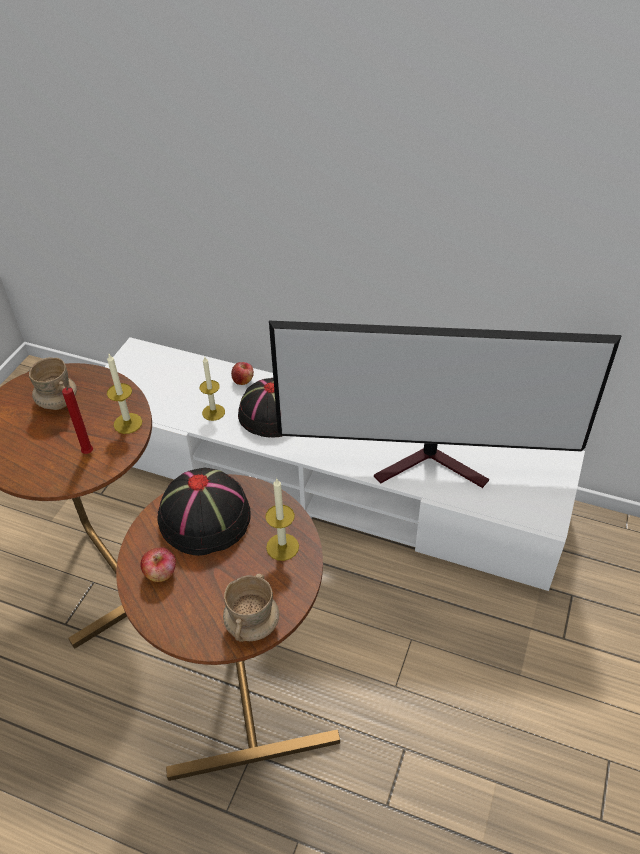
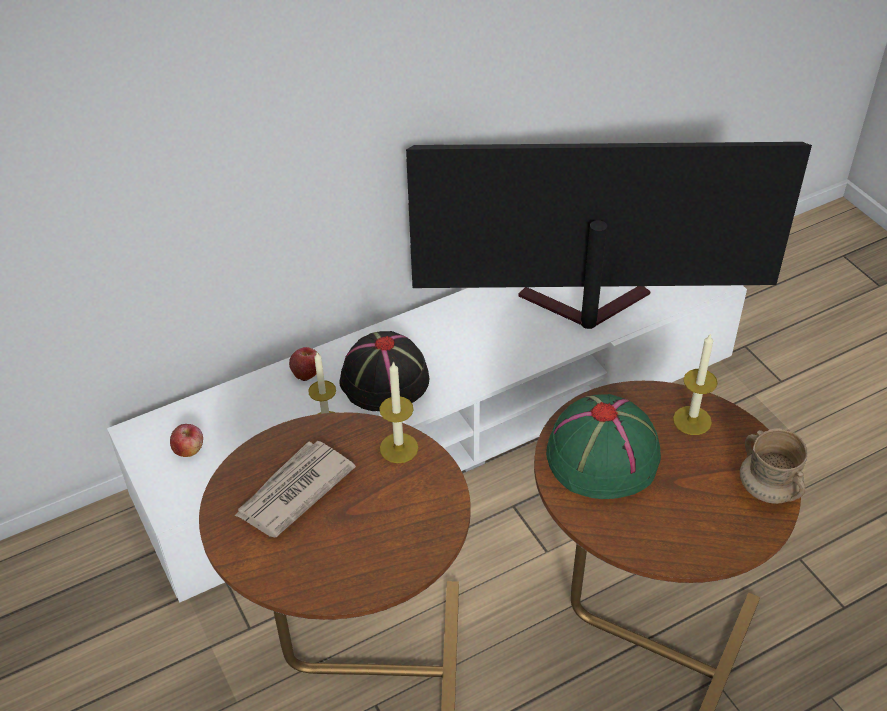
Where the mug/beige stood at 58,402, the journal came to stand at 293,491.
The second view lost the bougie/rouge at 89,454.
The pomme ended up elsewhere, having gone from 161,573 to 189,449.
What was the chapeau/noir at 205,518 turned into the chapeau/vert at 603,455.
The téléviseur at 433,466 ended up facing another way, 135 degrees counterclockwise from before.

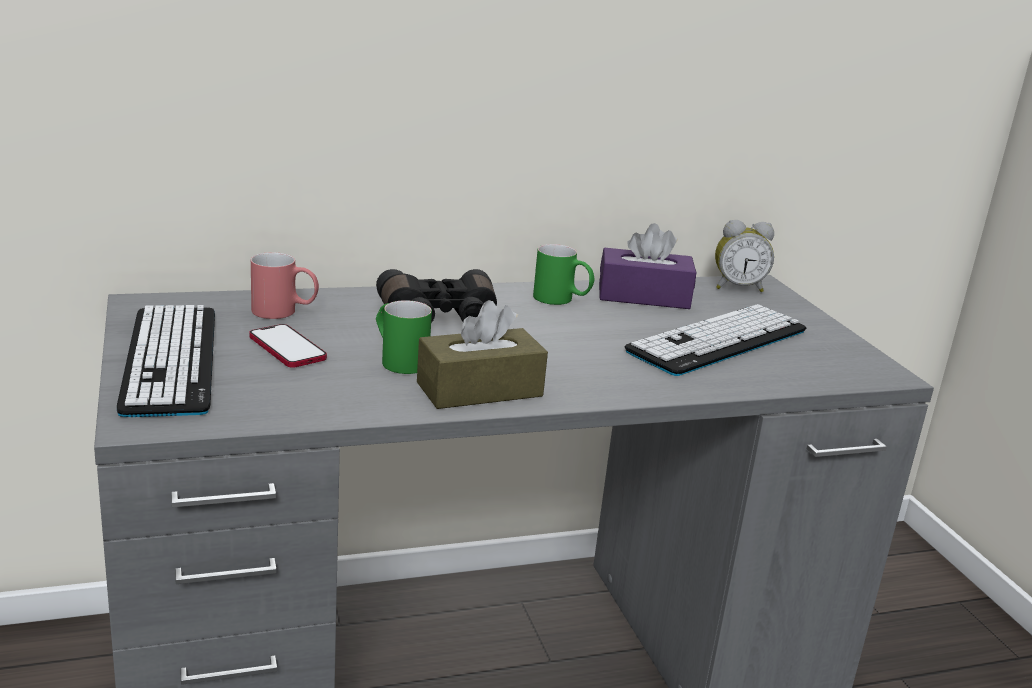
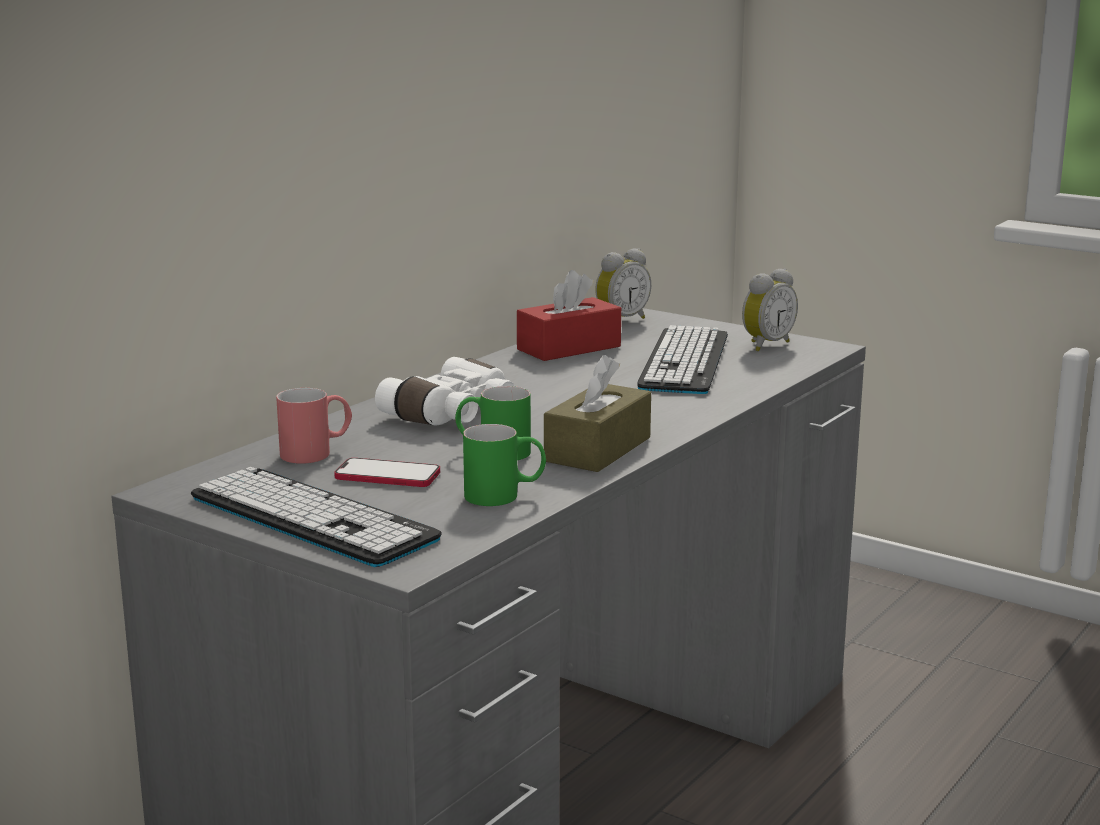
What was the jumelles/noir at 439,318 turned into the jumelles/blanc at 454,414.
The mug/vert ended up elsewhere, having gone from 562,300 to 505,495.
What was the boîte à mouchoirs/violet at 643,296 turned into the boîte à mouchoirs/rouge at 569,348.
The second view gained the réveil at 765,345.

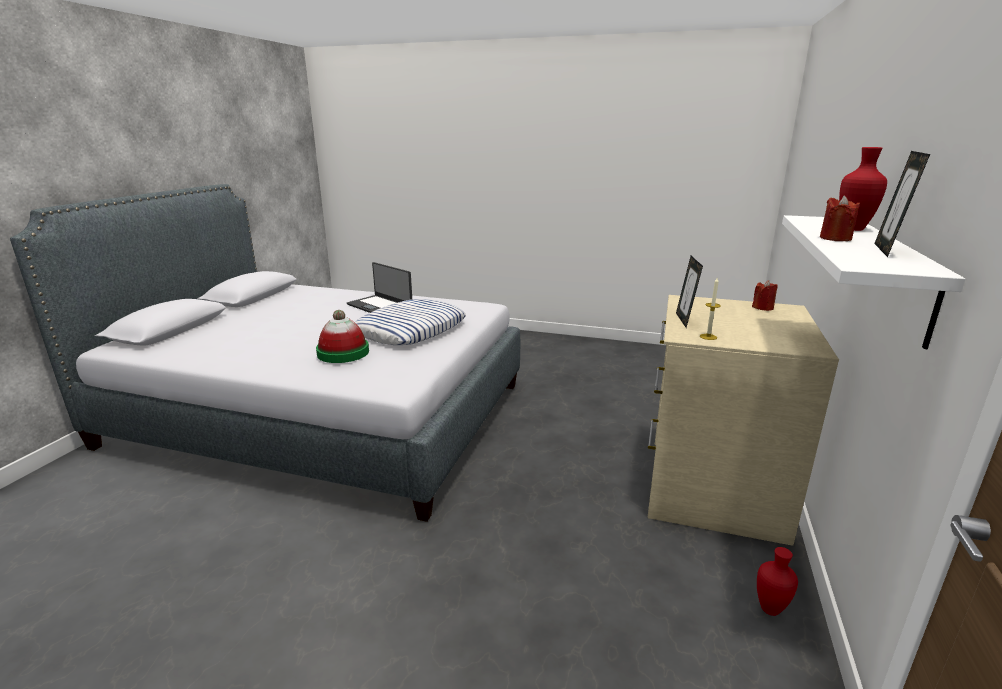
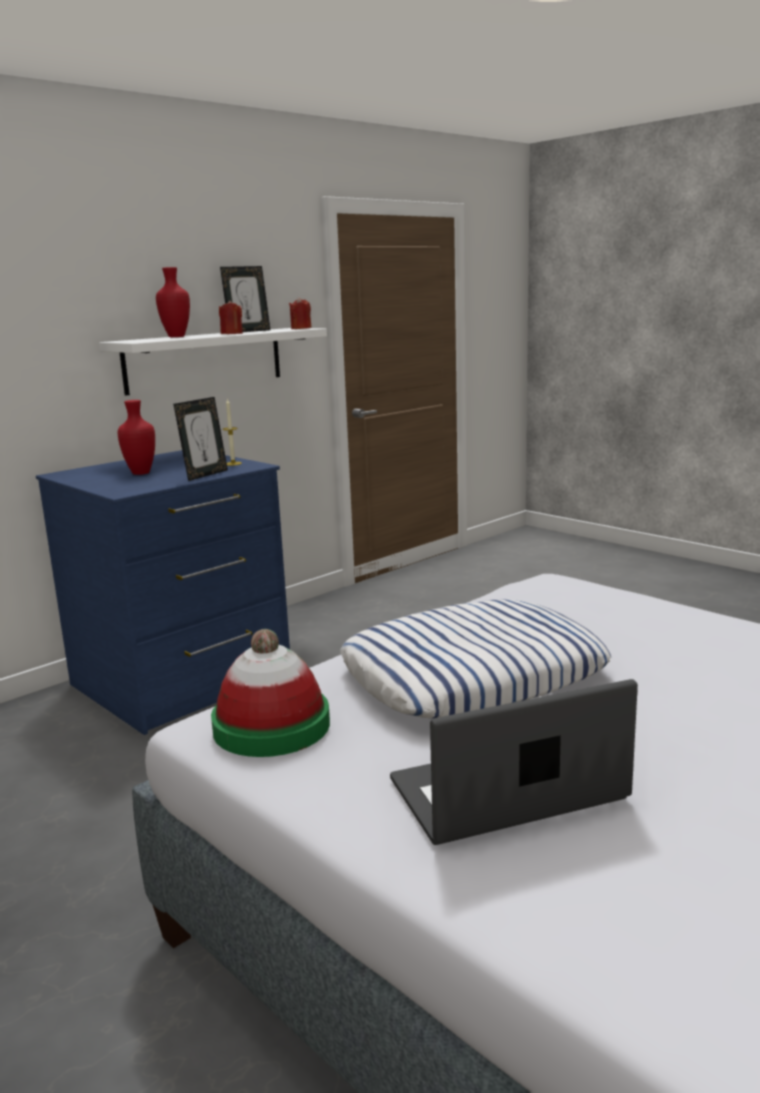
The chapeau ended up elsewhere, having gone from 343,352 to 271,726.
The ordinateur portable at 380,306 ended up facing another way, 90 degrees counterclockwise from before.
What was the commode/beige at 711,487 turned into the commode/bleu at 182,681.
The bougie/rouge ended up elsewhere, having gone from 763,308 to 301,328.
The vase/rouge ended up elsewhere, having gone from 769,610 to 142,473.

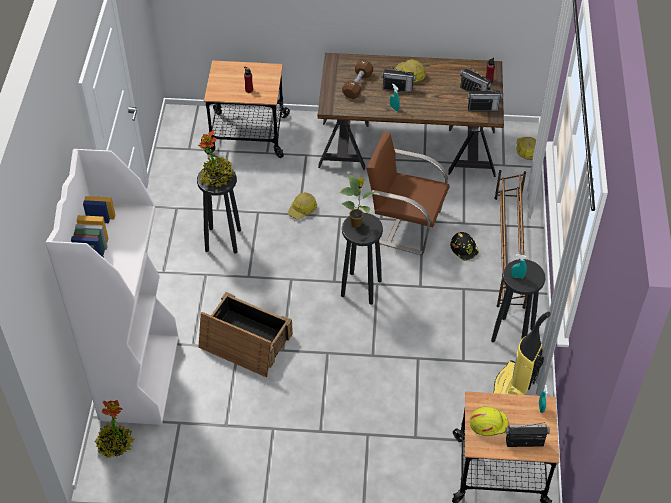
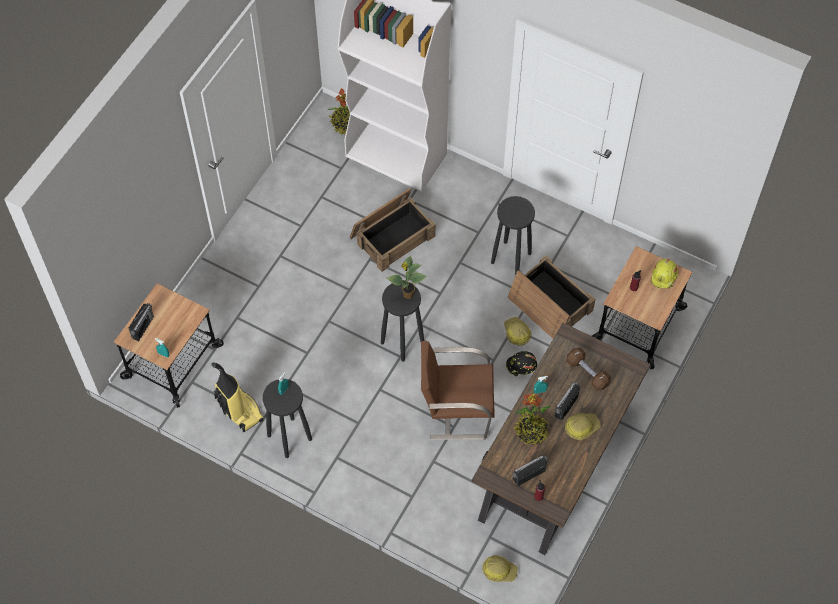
The plante en pot ended up elsewhere, having gone from 217,177 to 531,431.
The chaise/marron at 405,225 ended up facing another way, 135 degrees counterclockwise from before.
The casque de chantier/noir ended up elsewhere, having gone from 464,249 to 521,366.
The second view lost the radio at 482,108.
The casque de chantier/jaune ended up elsewhere, having gone from 488,423 to 664,276.
The second view lost the étagère à chaussures/marron at 509,251.
The second view gained the caisse at 549,304.

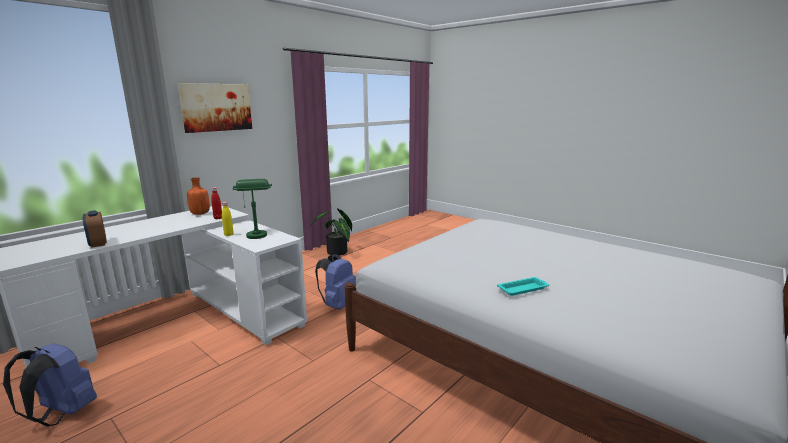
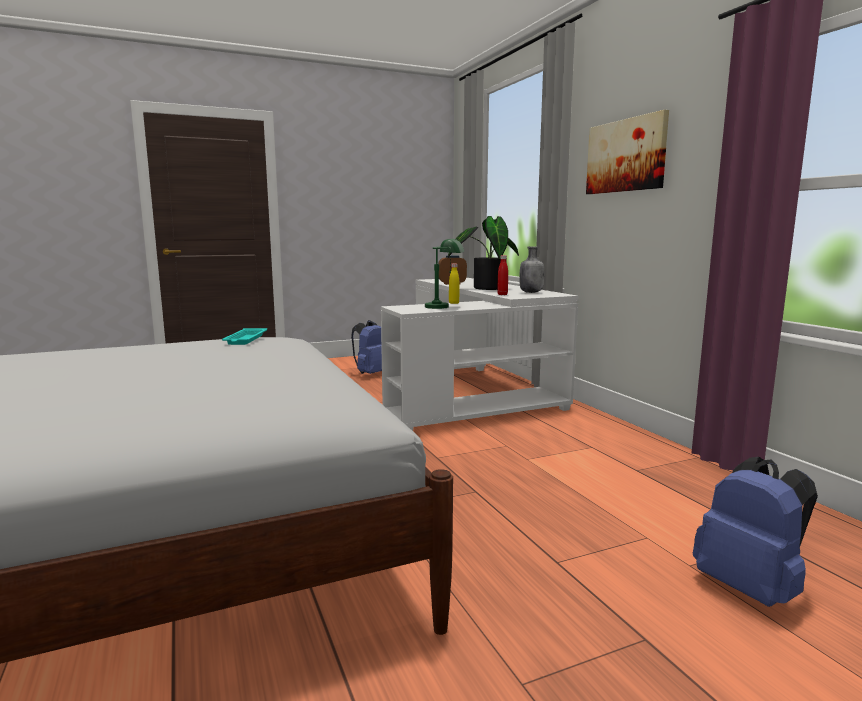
What was the bouteille/orange at 200,214 turned into the bouteille/gris at 531,292.
The plante en pot ended up elsewhere, having gone from 336,253 to 485,288.
The sac à dos/bleu ended up elsewhere, having gone from 338,305 to 750,588.
The plateau/turquoise ended up elsewhere, having gone from 523,289 to 245,340.

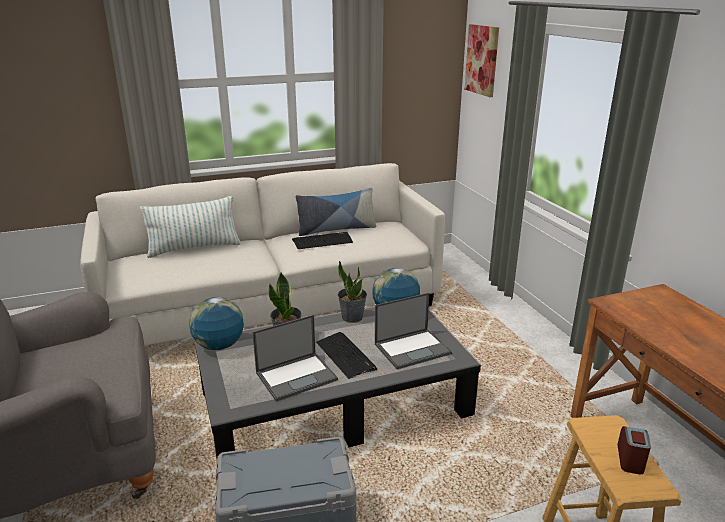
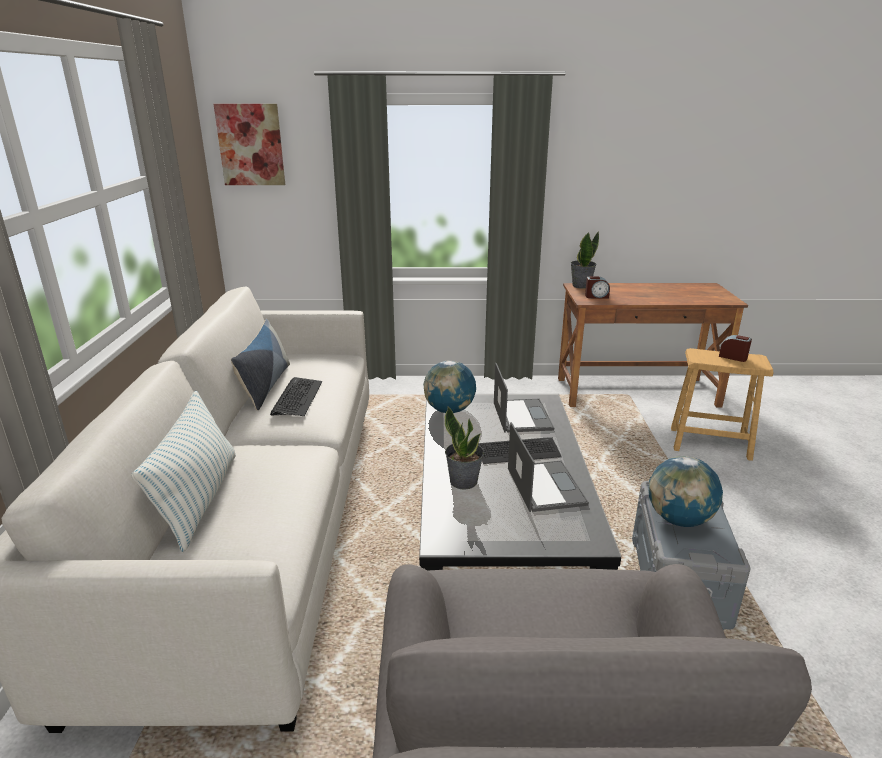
The globe ended up elsewhere, having gone from 219,346 to 679,519.
The plante en pot ended up elsewhere, having gone from 352,317 to 581,285.
The second view gained the réveil at 596,296.

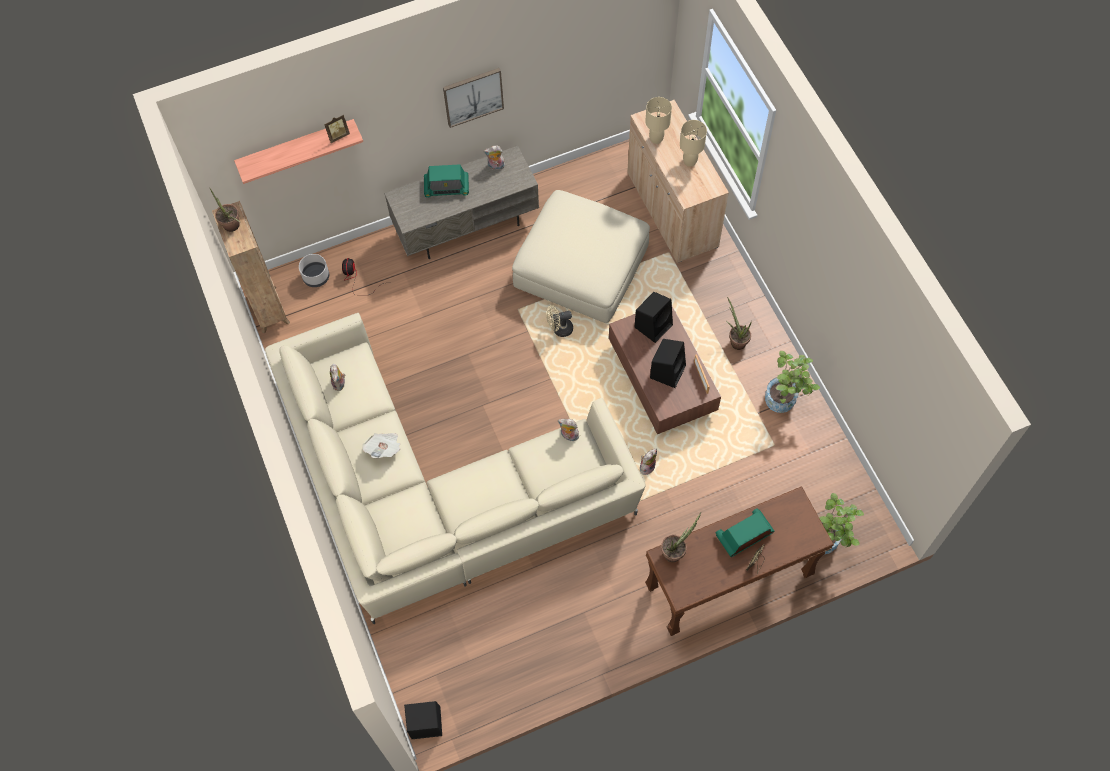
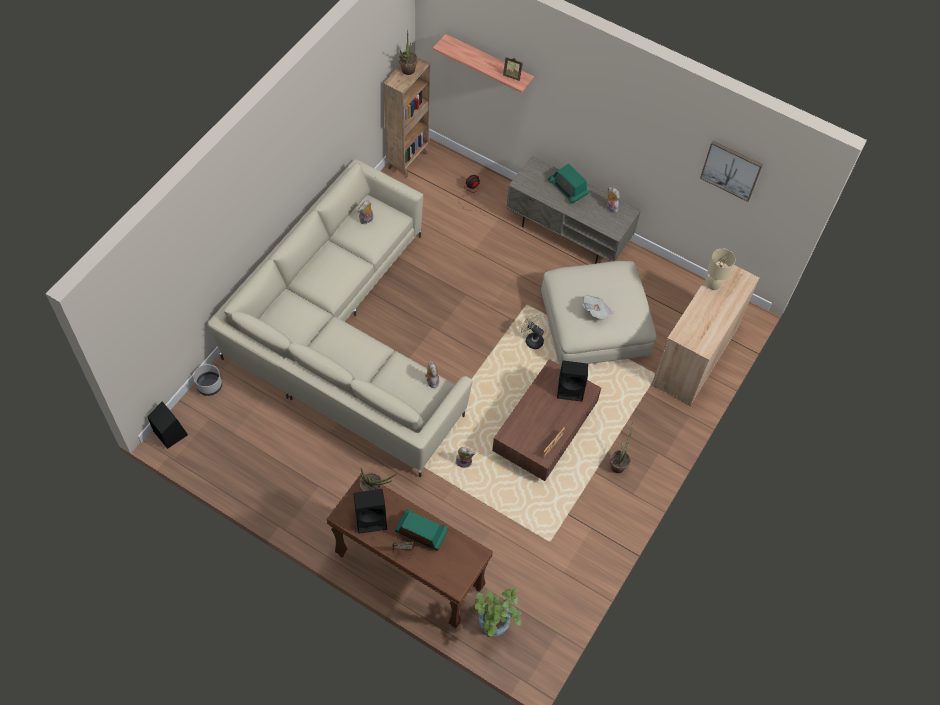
The cache-pot/gris ended up elsewhere, having gone from 316,277 to 209,385.
The journal ended up elsewhere, having gone from 384,448 to 596,312.
The tableau ended up elsewhere, having gone from 473,96 to 731,170.
The enceinte/noir ended up elsewhere, having gone from 668,370 to 372,518.
The second view lost the lampe de table/beige at 690,161.
The second view lost the plante en pot at 784,400.

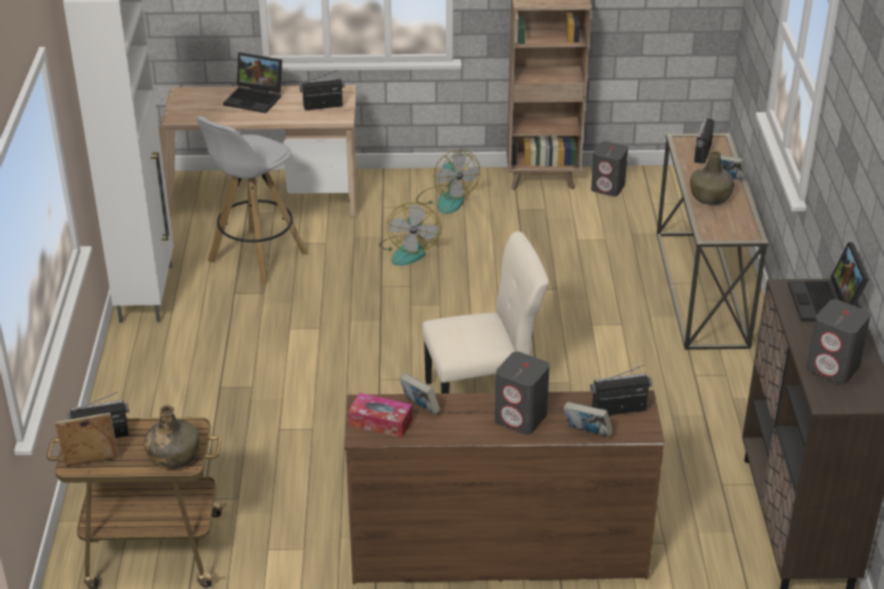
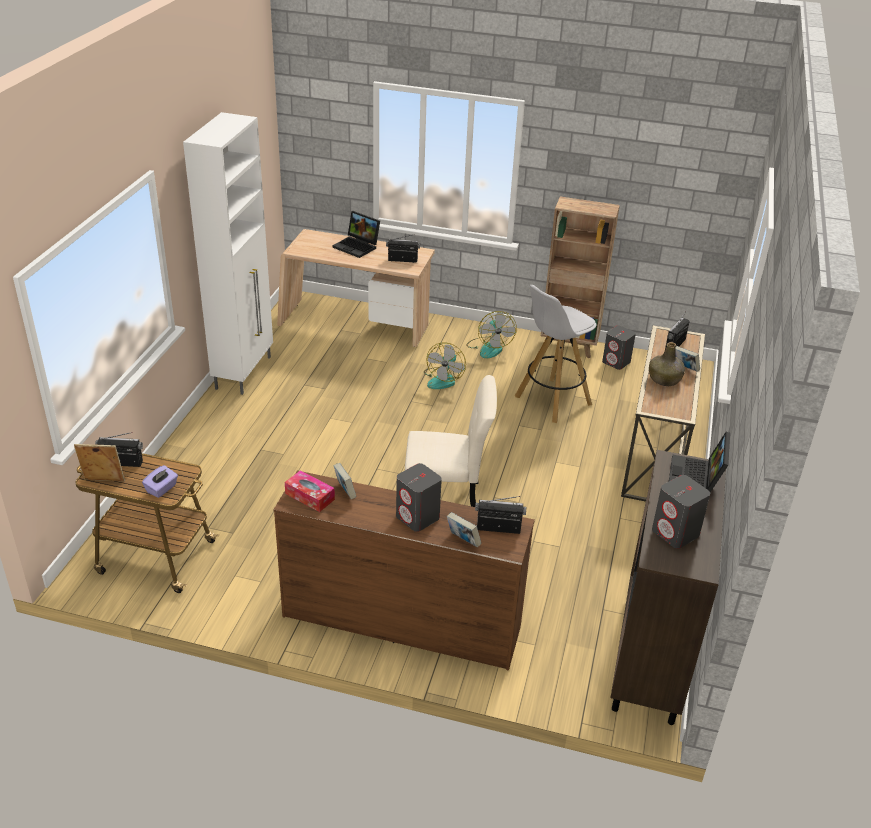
Where the bouteille/vert stood at 173,456, the boîte à mouchoirs/violet came to stand at 162,489.
The tabouret/blanc ended up elsewhere, having gone from 256,258 to 552,401.

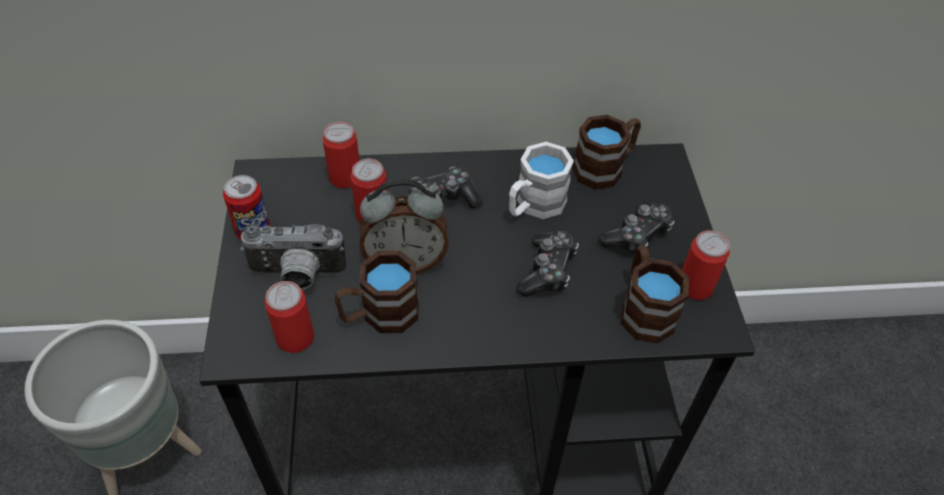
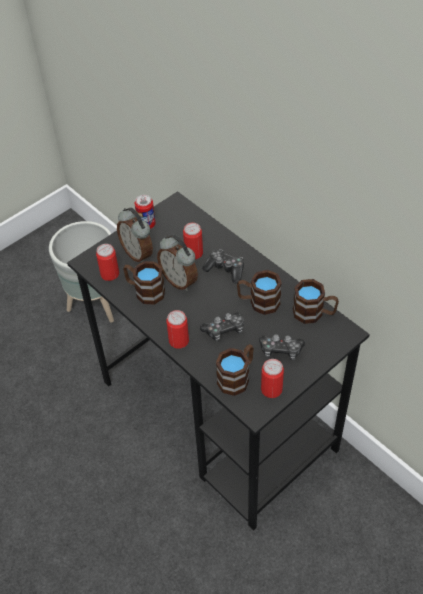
Where the appareil photo stood at 297,276, the réveil came to stand at 138,253.
The boîte métallique ended up elsewhere, having gone from 345,177 to 179,341.
What was the mug/blanc at 534,206 turned into the mug/marron at 258,302.

